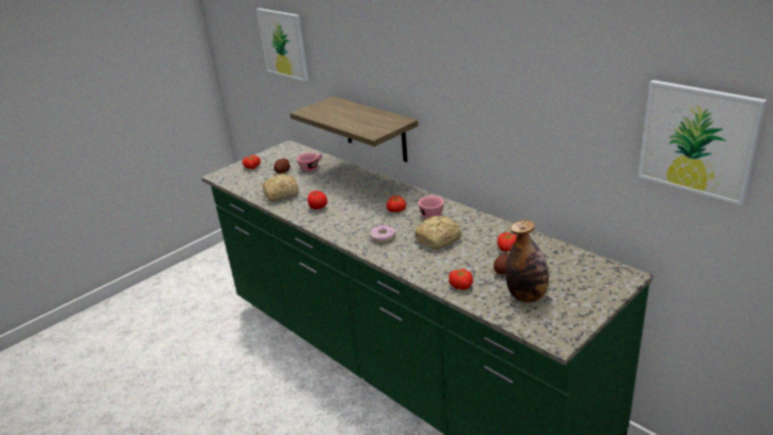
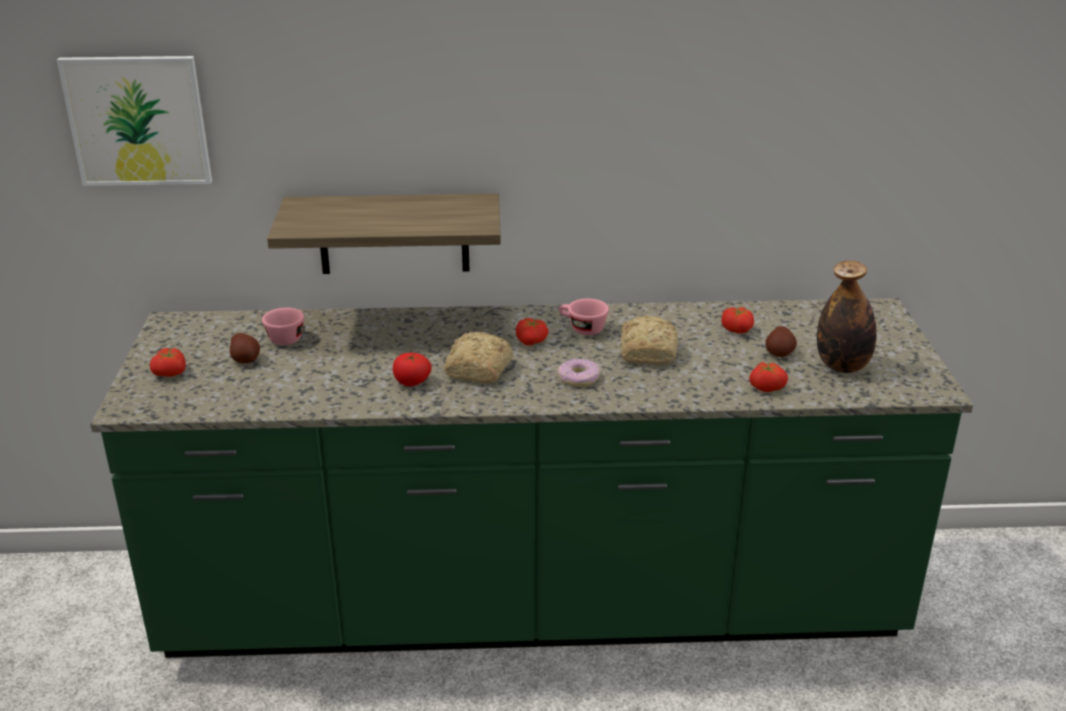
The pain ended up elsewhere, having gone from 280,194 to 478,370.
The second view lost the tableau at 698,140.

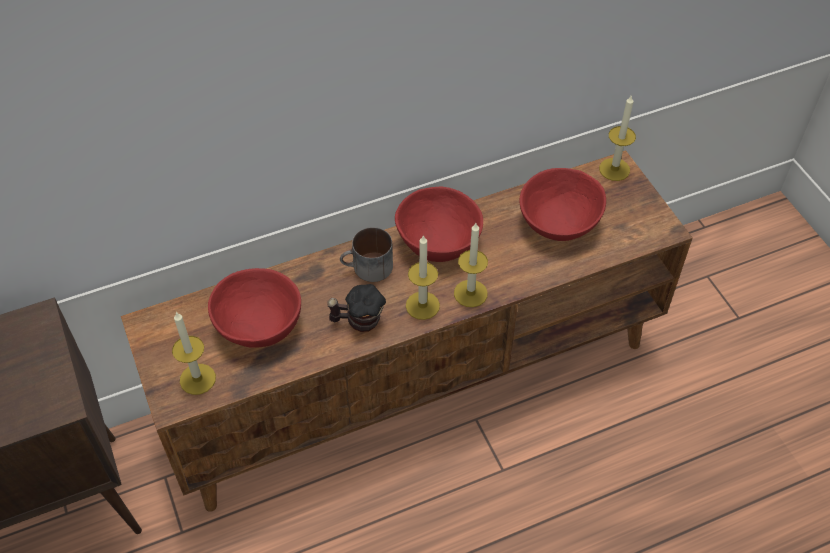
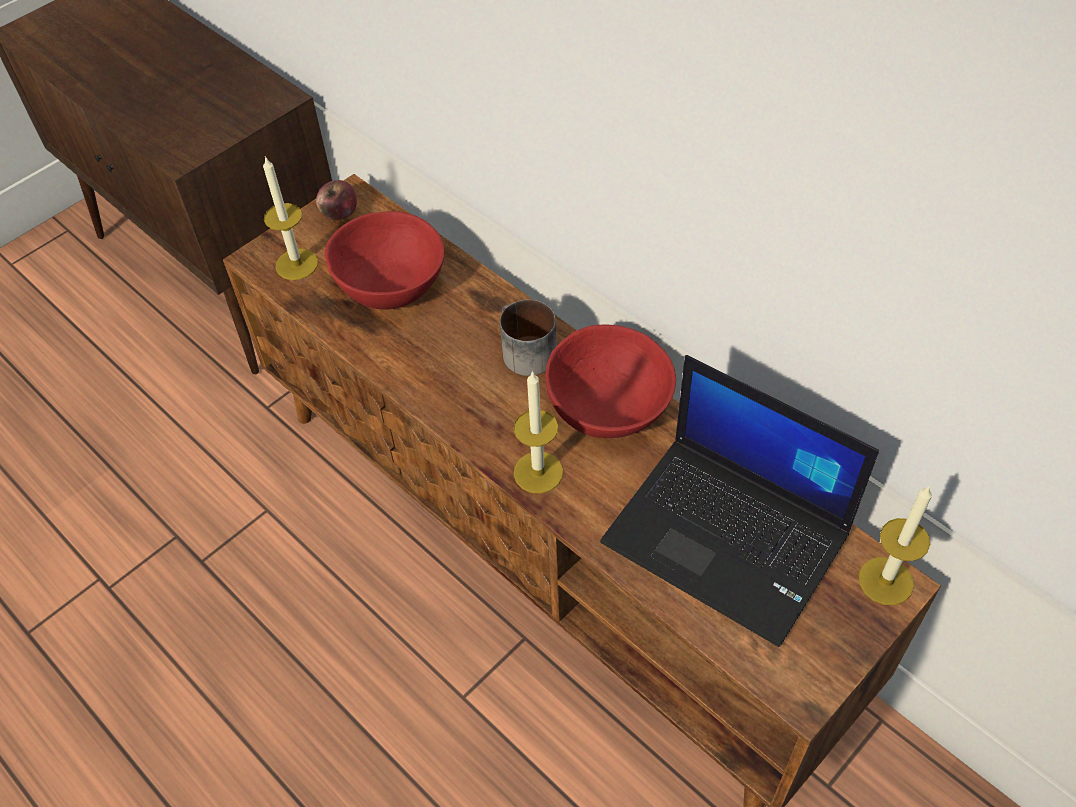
The second view lost the mug at 358,321.
The second view lost the bougie at 422,305.
Where the bol/rouge stood at 559,221, the ordinateur portable came to stand at 729,537.
The second view gained the pomme at 339,213.

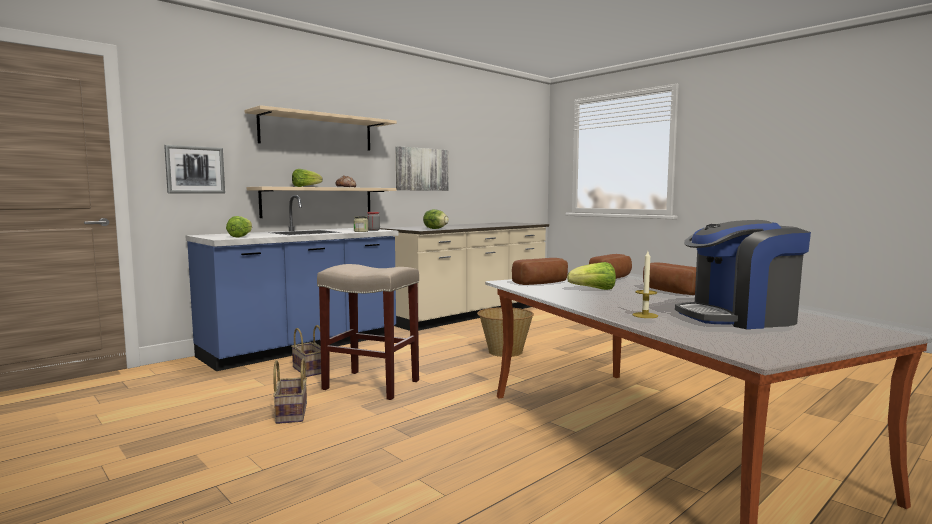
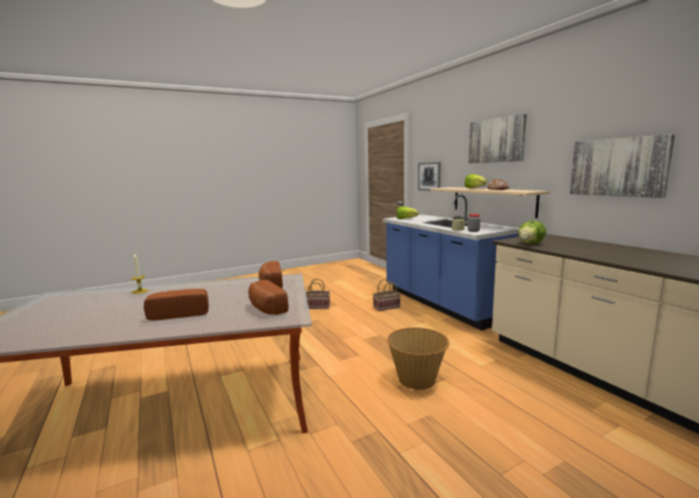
Where the étagère/beige hung at 317,132, the tableau came to hang at 496,140.
The second view lost the tabouret/beige at 370,385.
The second view lost the laitue at 594,290.
The second view lost the machine à café at 739,318.

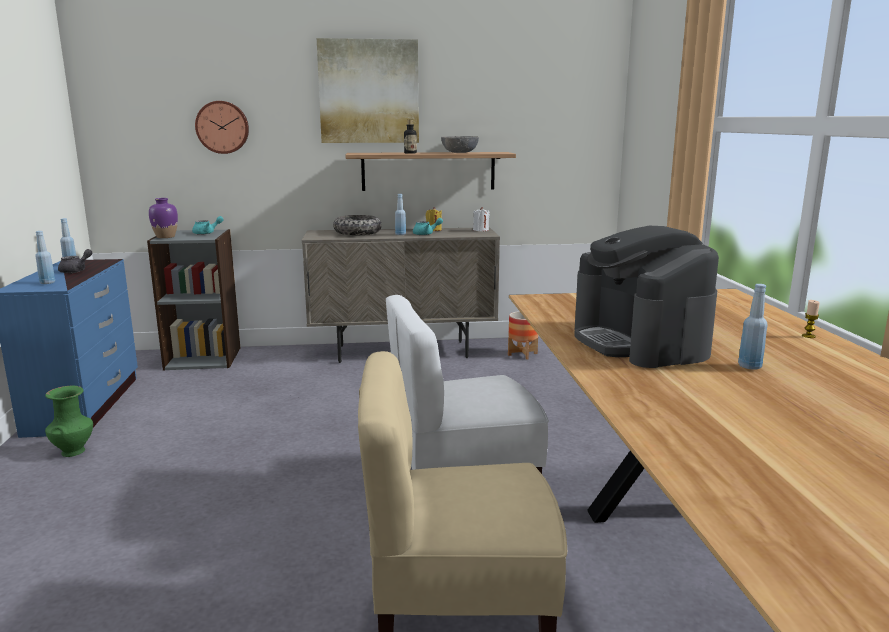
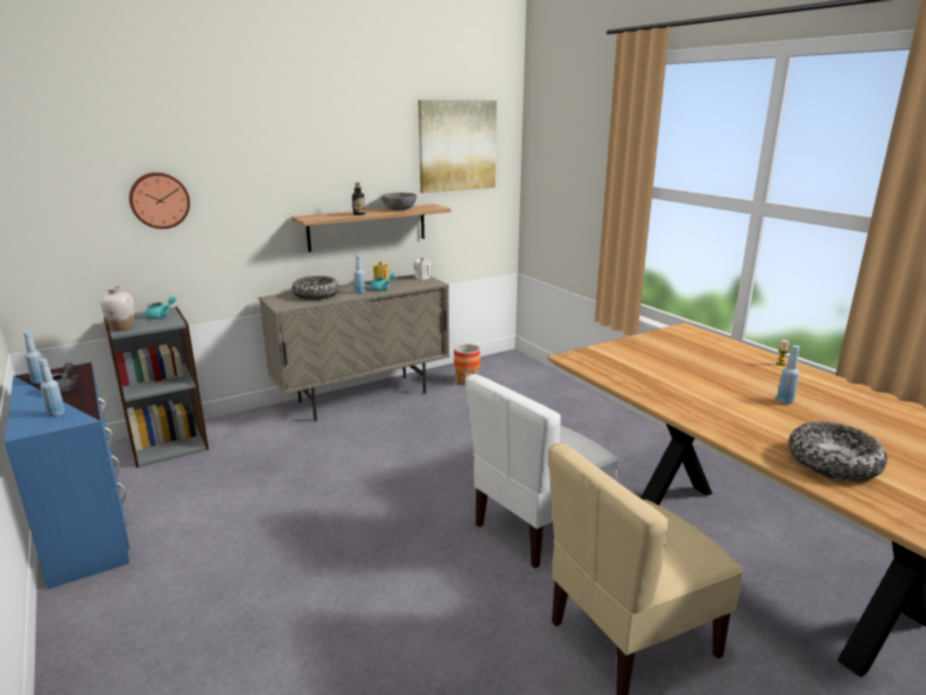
The second view lost the vase/vert at 73,451.
What was the vase/violet at 166,237 turned into the vase/blanc at 122,328.
The tableau ended up elsewhere, having gone from 369,92 to 457,146.
The second view lost the machine à café at 639,342.
The second view gained the bol at 833,462.

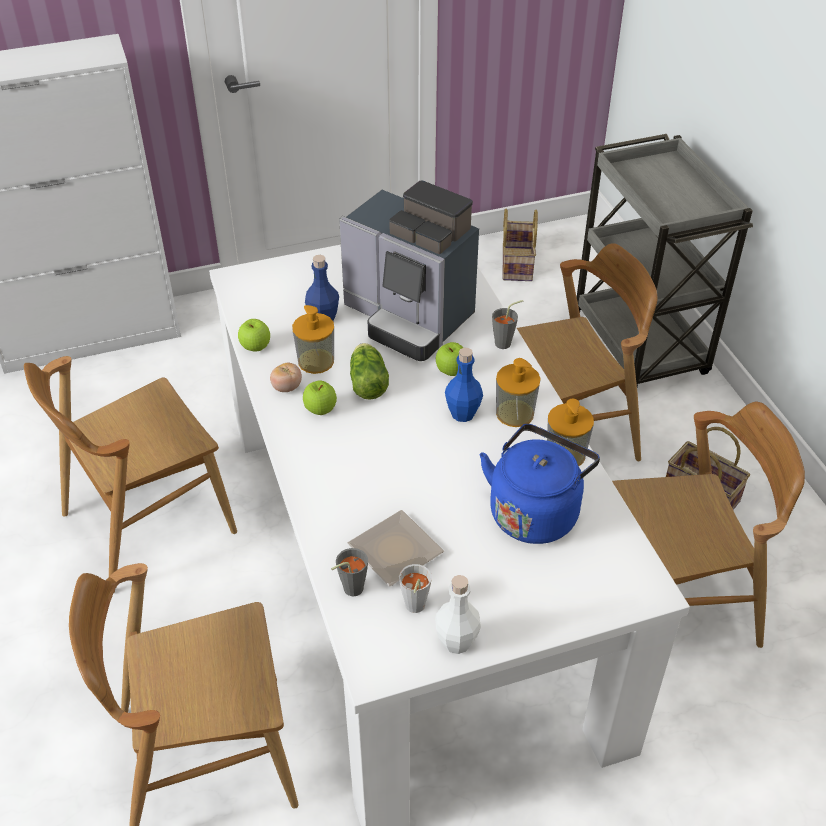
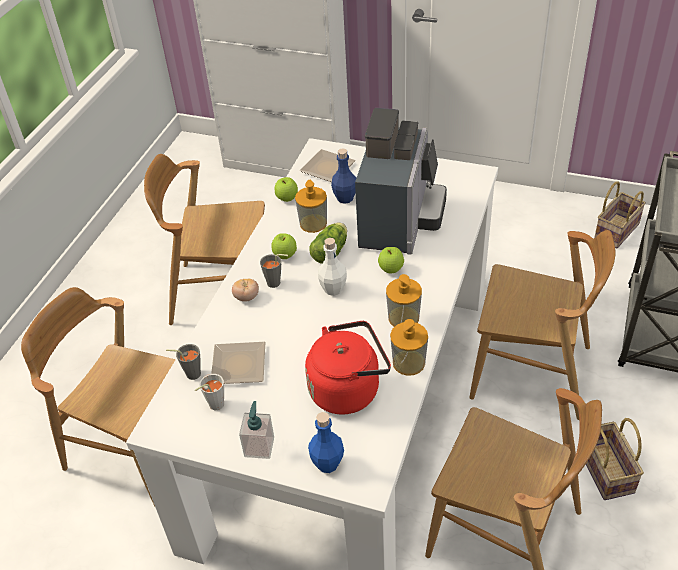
The tomate ended up elsewhere, having gone from 287,387 to 246,297.
The machine à café at 409,318 ended up facing another way, 150 degrees counterclockwise from before.
The bouteille/blanc ended up elsewhere, having gone from 456,642 to 333,289.
The bouteille/bleu ended up elsewhere, having gone from 463,414 to 327,464.
What was the bouilloire/bleu at 535,511 turned into the bouilloire/rouge at 348,389.
The tasse/gris ended up elsewhere, having gone from 506,342 to 276,283.
The second view gained the distributeur de savon at 259,447.
The second view gained the assiette at 327,167.

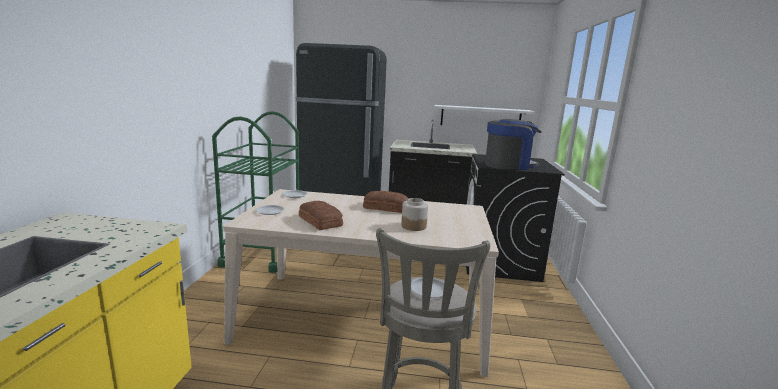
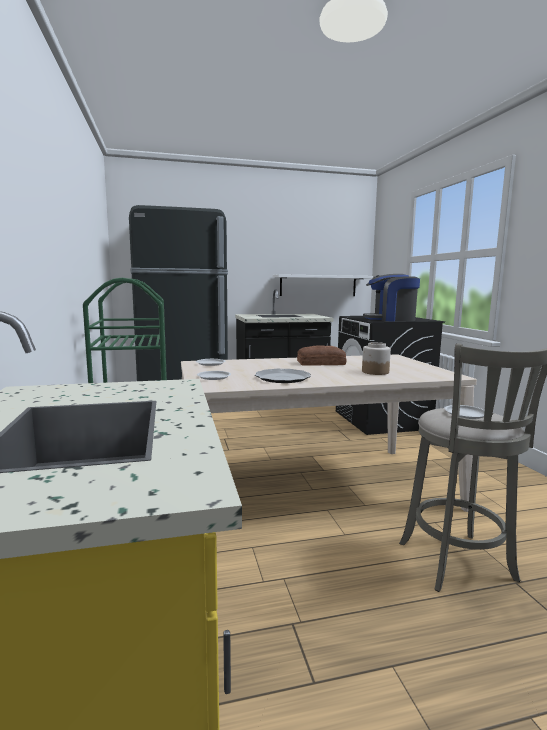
Where the pain stood at 320,221, the assiette came to stand at 282,378.
The machine à café at 509,165 ended up facing another way, 150 degrees counterclockwise from before.

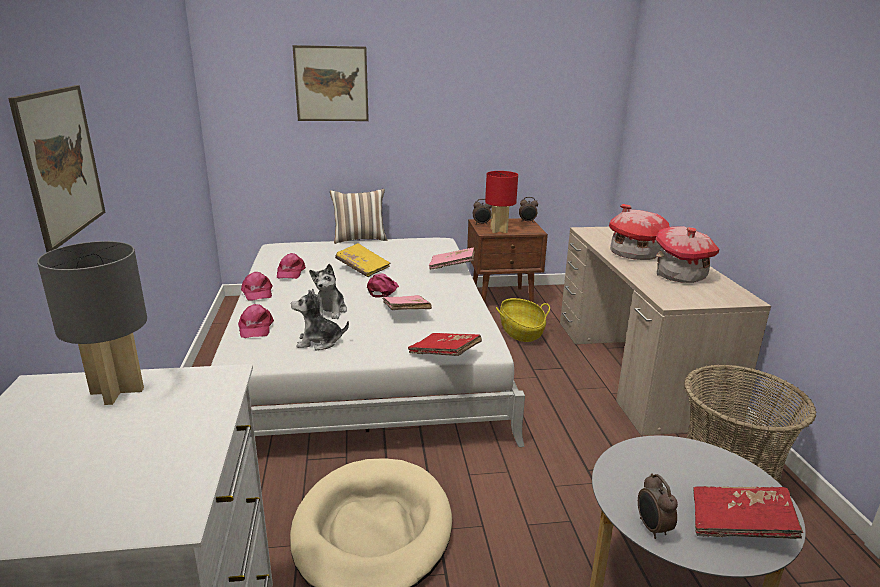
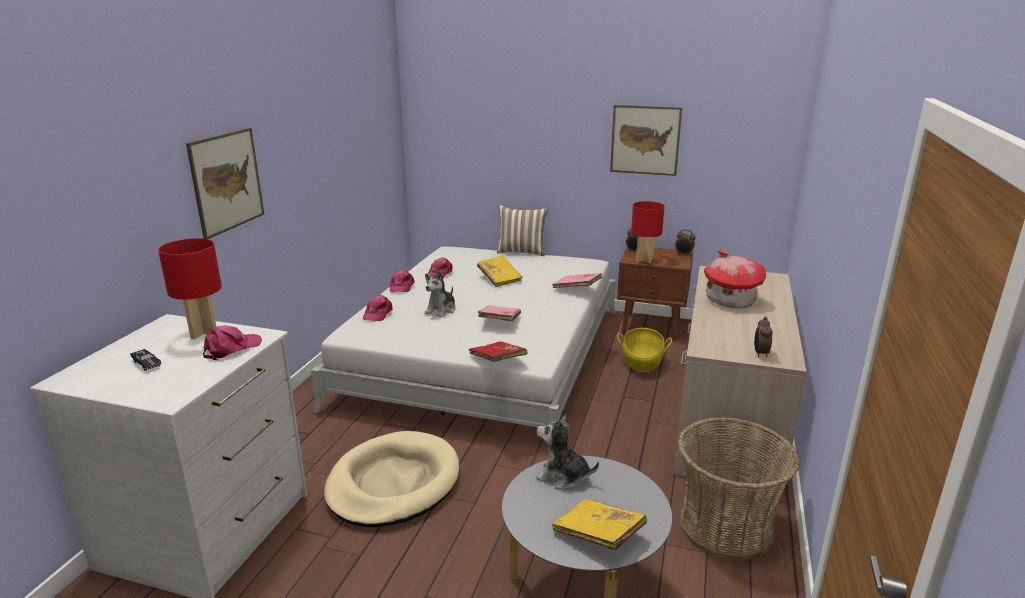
What was the lampe de table/gris at 117,391 turned into the lampe de table/rouge at 203,332.
The peluche ended up elsewhere, having gone from 319,342 to 563,476.
The tableau ended up elsewhere, having gone from 331,84 to 645,140.
The casquette/rose ended up elsewhere, having gone from 383,290 to 231,348.
The réveil ended up elsewhere, having gone from 652,528 to 760,353.
The second view lost the maison miniature at 680,275.
What was the livre/rouge at 739,525 turned into the livre/jaune at 598,535.
The second view gained the petite voiture/noir at 146,363.

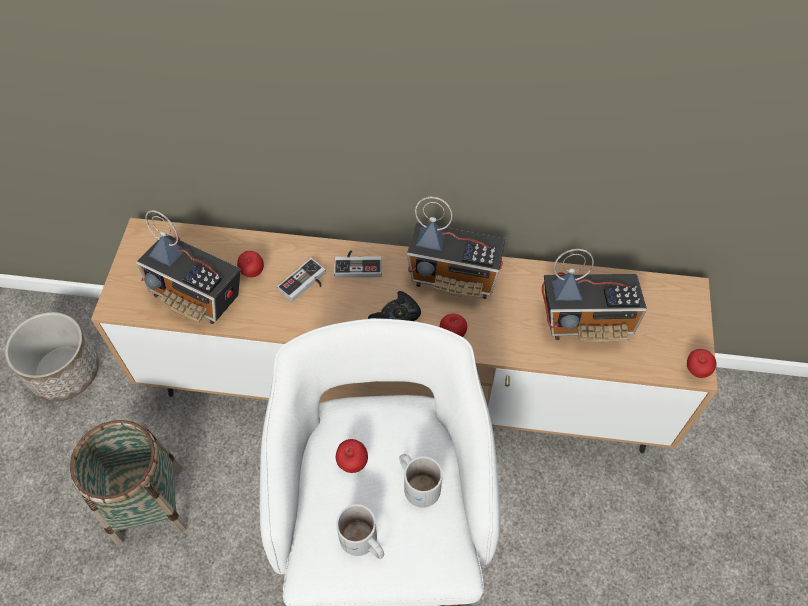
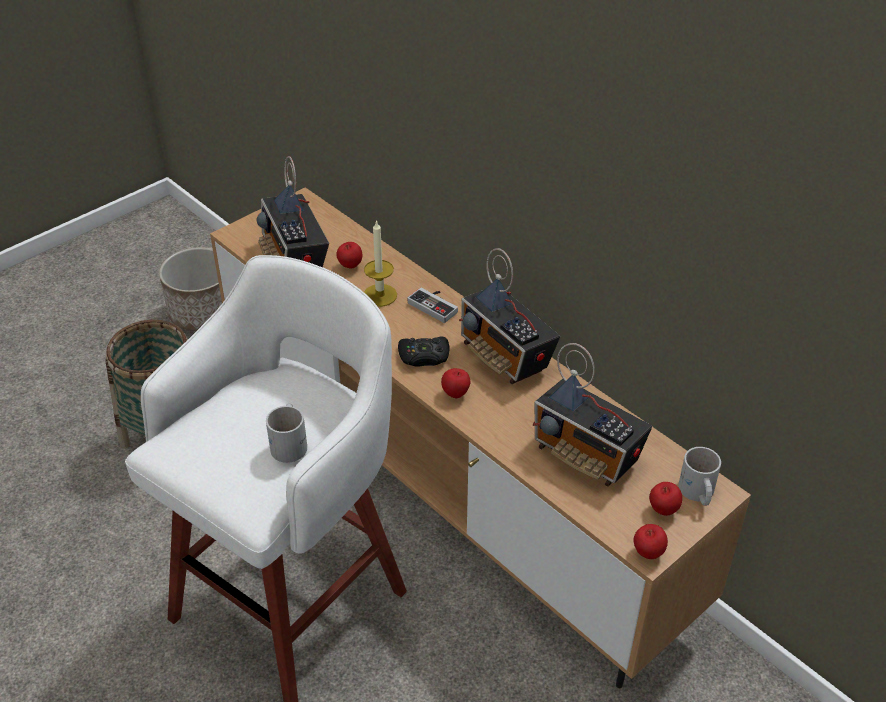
Where the manette stood at 305,284, the bougie came to stand at 380,295.
The pomme ended up elsewhere, having gone from 352,463 to 663,510.
The mug/blanc ended up elsewhere, having gone from 362,543 to 696,493.

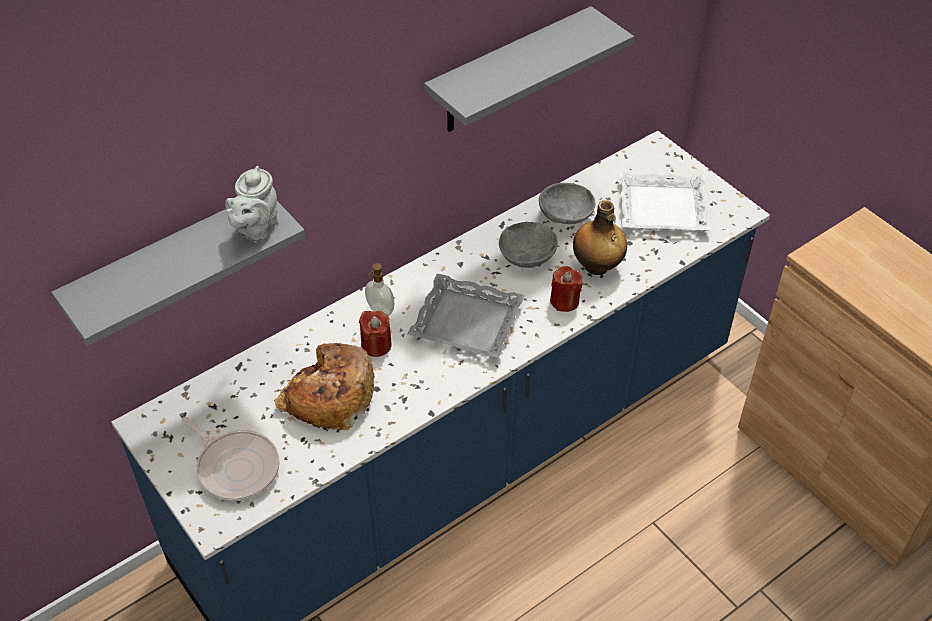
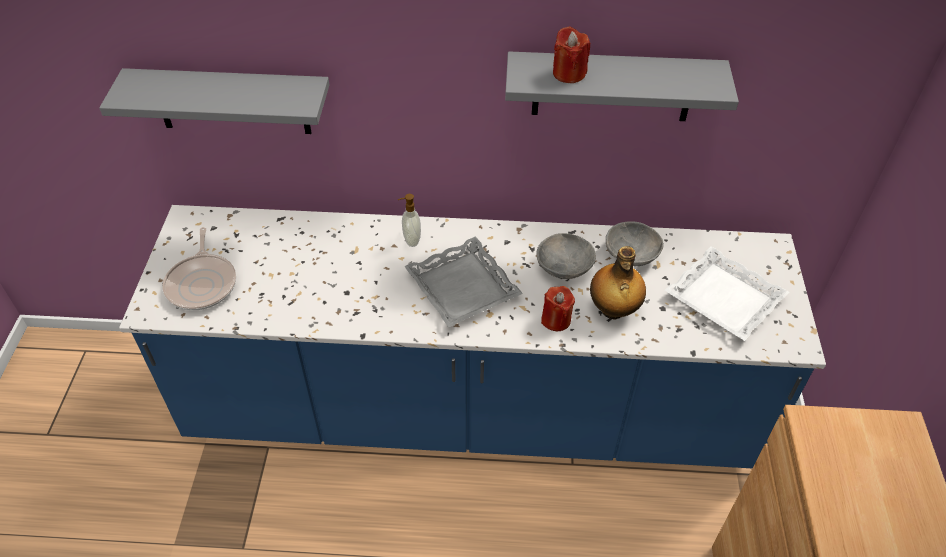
The second view lost the théière/gris at 255,229.
The second view lost the pain at 328,396.
The bougie/rouge ended up elsewhere, having gone from 376,345 to 569,73.

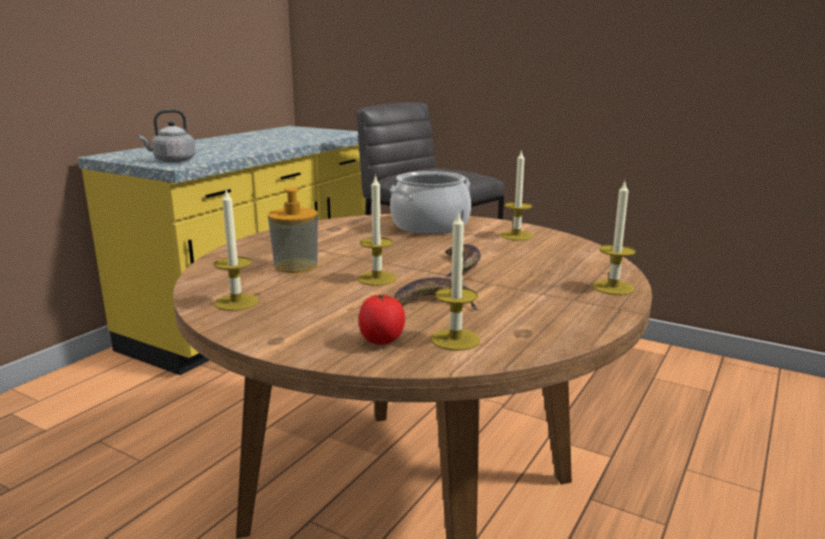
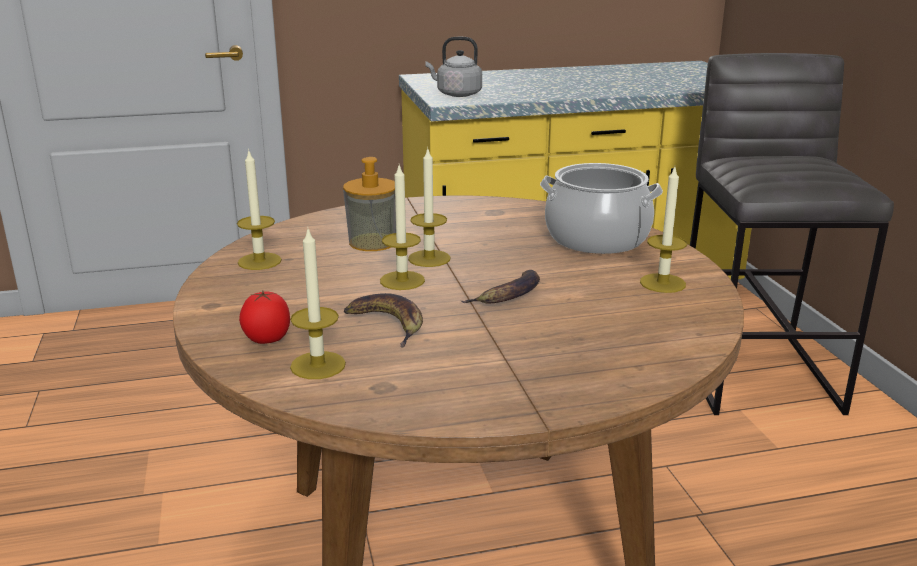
The bougie ended up elsewhere, having gone from 613,287 to 429,258.

